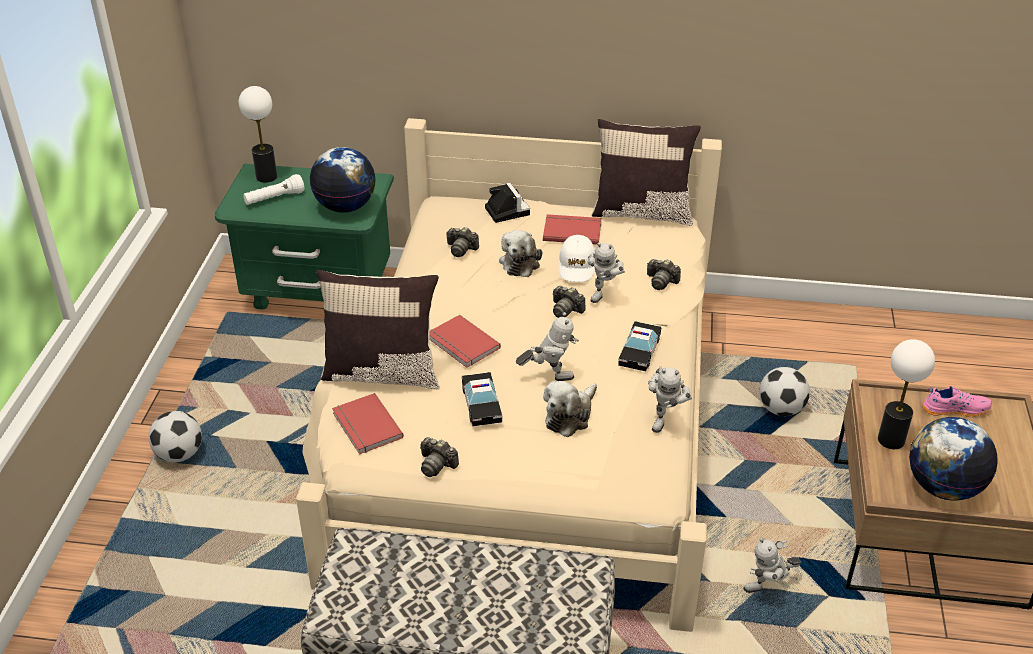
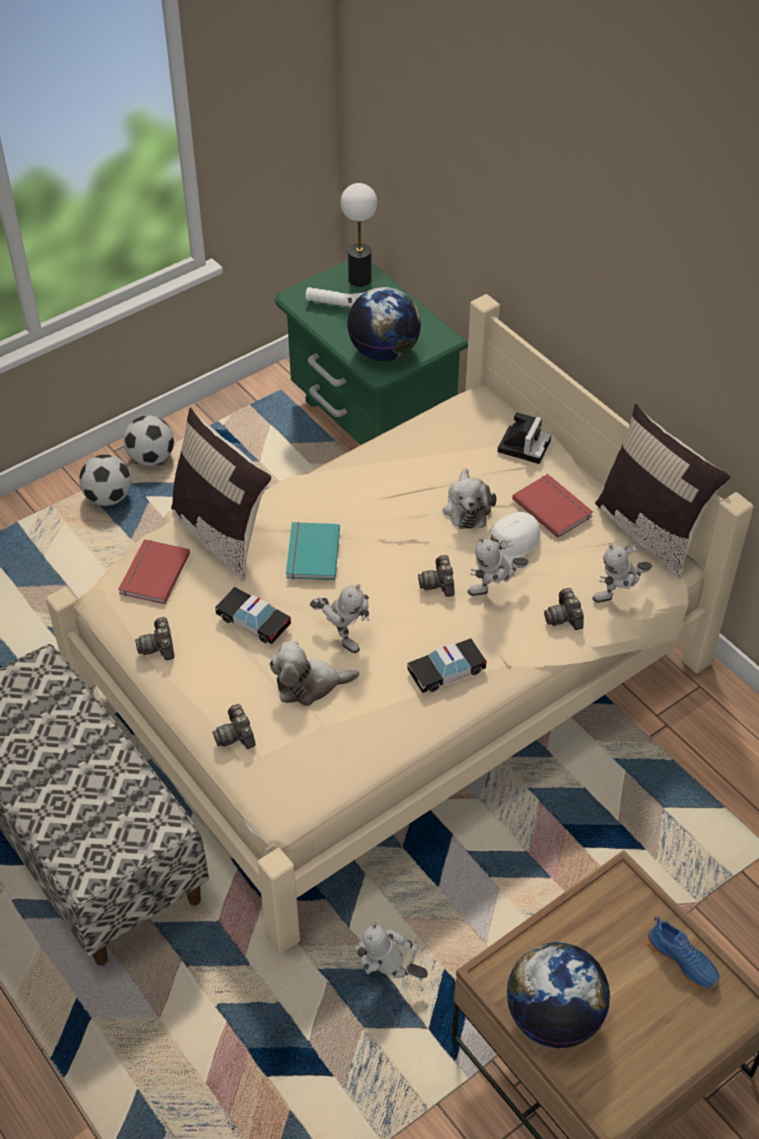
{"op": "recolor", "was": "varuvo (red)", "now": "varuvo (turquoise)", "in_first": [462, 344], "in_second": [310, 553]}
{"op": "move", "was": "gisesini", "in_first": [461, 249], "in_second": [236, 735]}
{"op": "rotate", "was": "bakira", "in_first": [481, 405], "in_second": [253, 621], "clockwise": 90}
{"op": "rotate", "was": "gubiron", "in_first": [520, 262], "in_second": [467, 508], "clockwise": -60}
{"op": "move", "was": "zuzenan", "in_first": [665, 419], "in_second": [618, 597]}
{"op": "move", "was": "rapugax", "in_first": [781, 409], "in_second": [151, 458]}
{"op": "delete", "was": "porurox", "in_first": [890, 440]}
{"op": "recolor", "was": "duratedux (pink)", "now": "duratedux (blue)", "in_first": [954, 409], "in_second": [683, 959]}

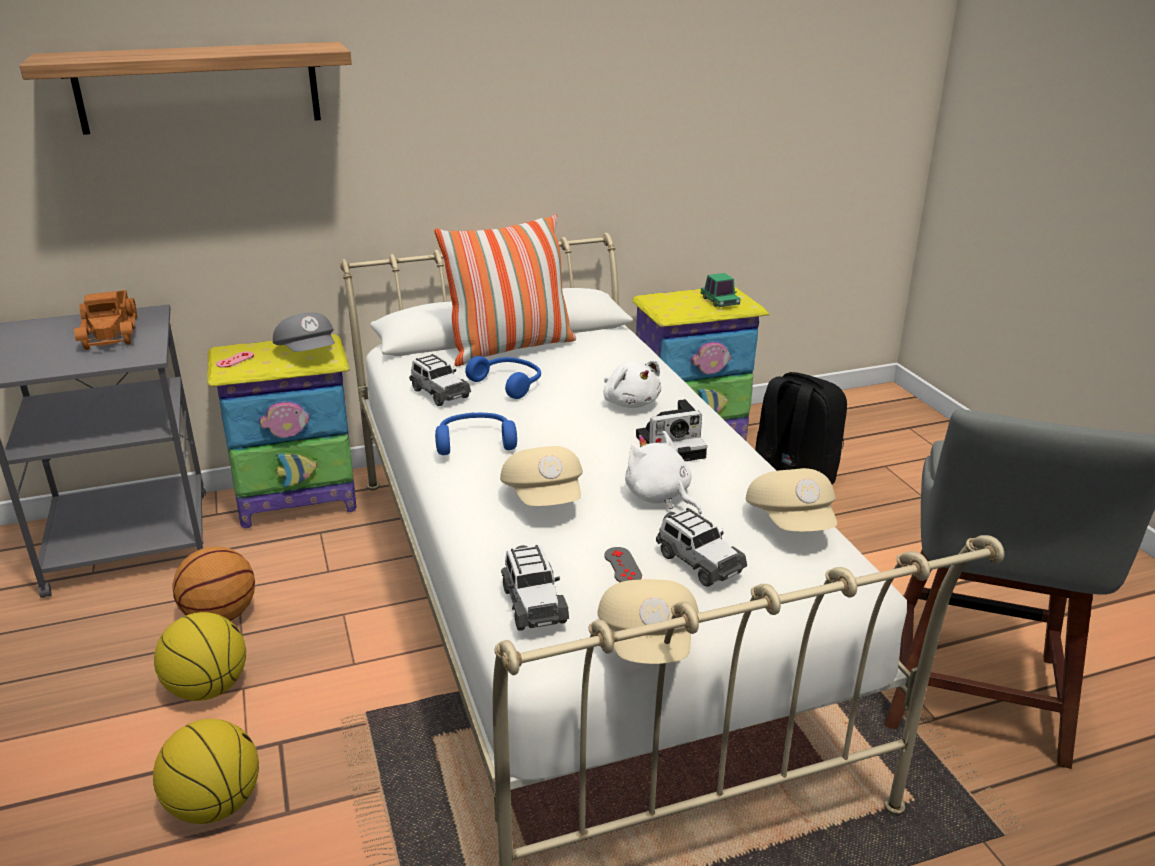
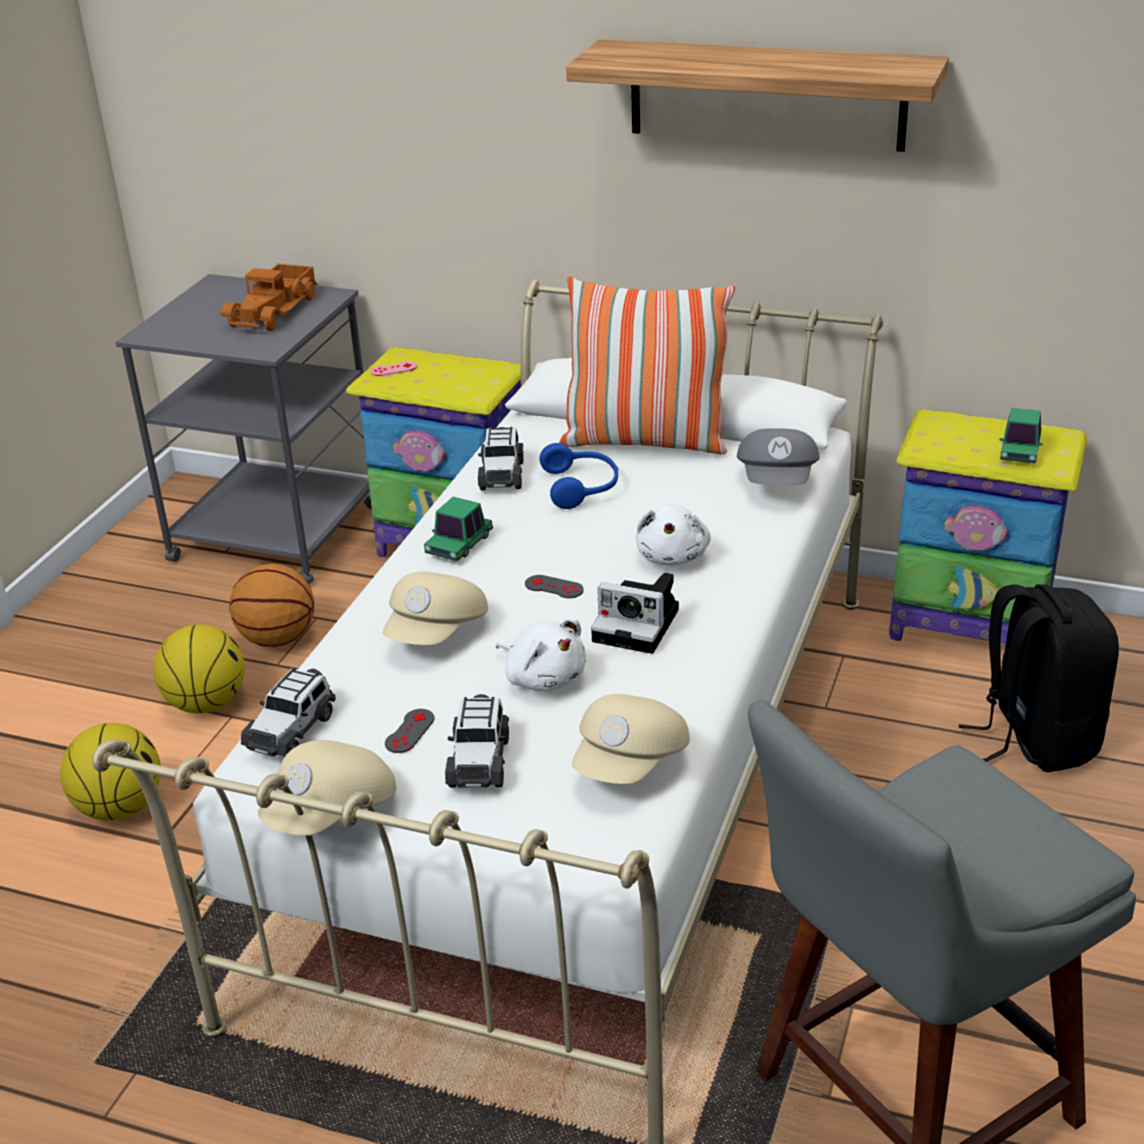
{"op": "move", "was": "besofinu", "in_first": [199, 87], "in_second": [766, 95]}
{"op": "move", "was": "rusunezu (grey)", "in_first": [308, 352], "in_second": [778, 481]}
{"op": "replace", "was": "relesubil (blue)", "now": "bakira", "in_first": [475, 442], "in_second": [459, 545]}
{"op": "rotate", "was": "gubiron (white)", "in_first": [660, 497], "in_second": [543, 677], "clockwise": 135}
{"op": "insert", "now": "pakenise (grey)", "in_second": [554, 587]}

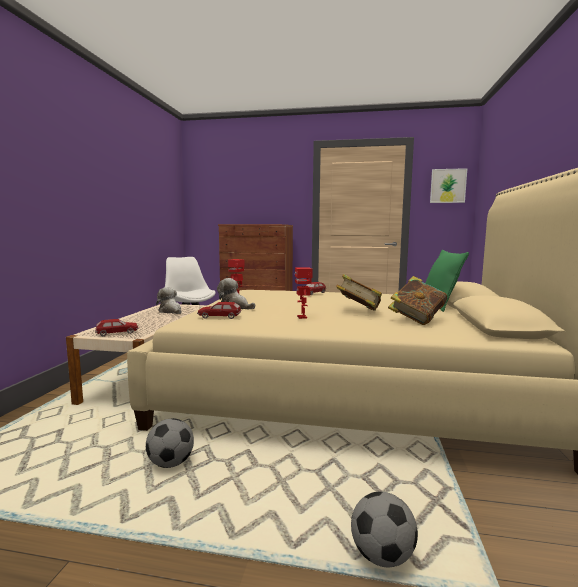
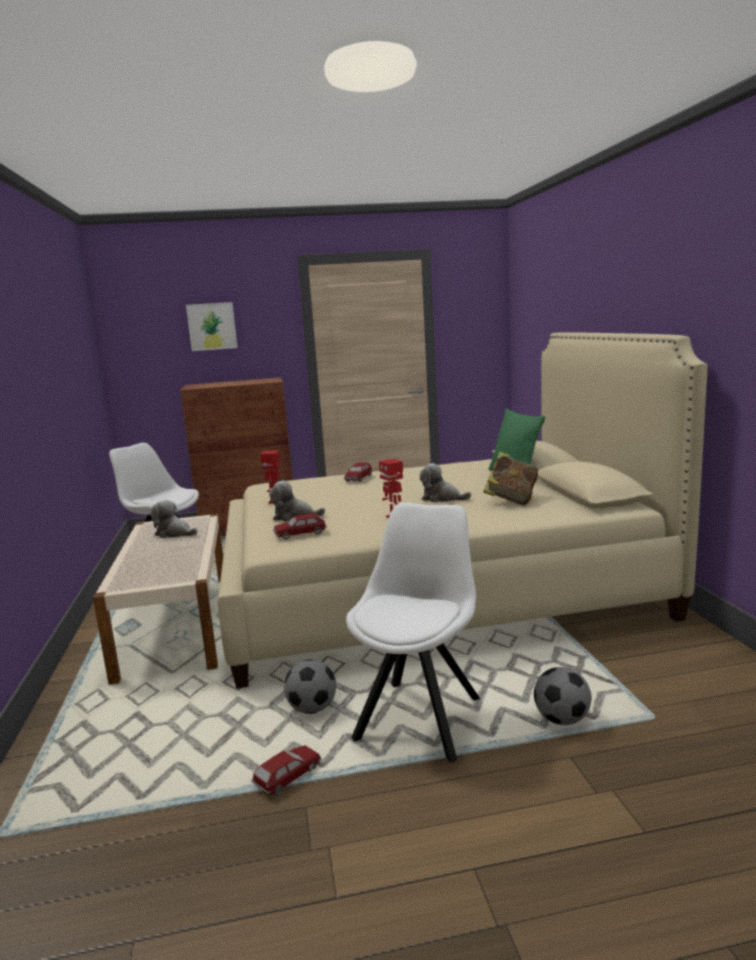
{"op": "move", "was": "bakira", "in_first": [117, 333], "in_second": [288, 776]}
{"op": "replace", "was": "varuvo", "now": "gubiron", "in_first": [358, 311], "in_second": [442, 498]}
{"op": "move", "was": "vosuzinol", "in_first": [448, 186], "in_second": [212, 326]}
{"op": "insert", "now": "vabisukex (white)", "in_second": [420, 718]}

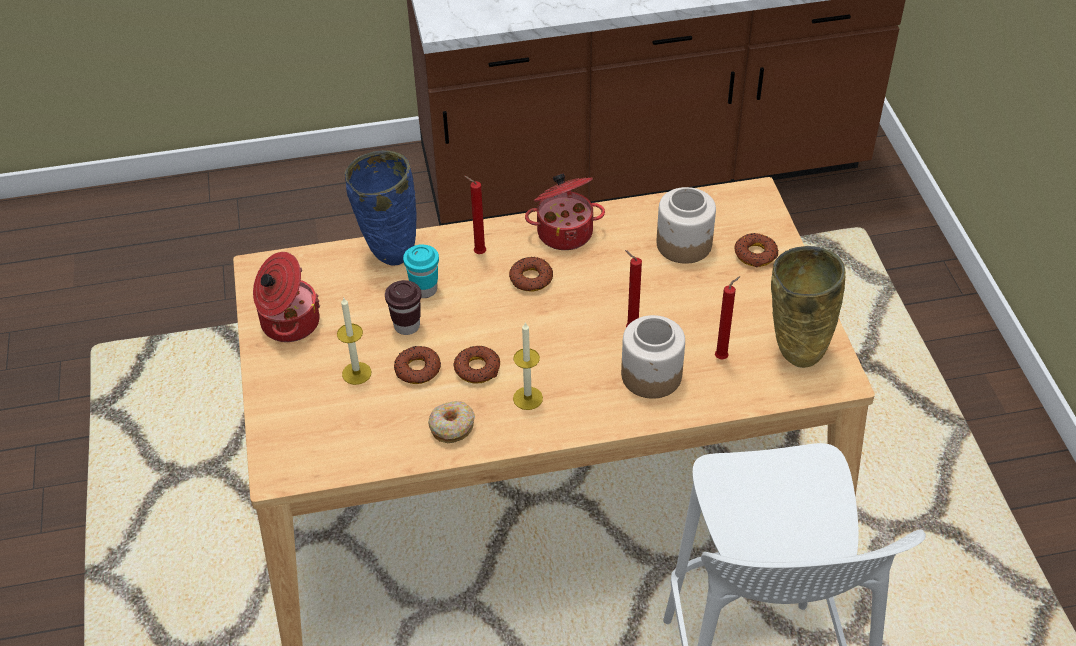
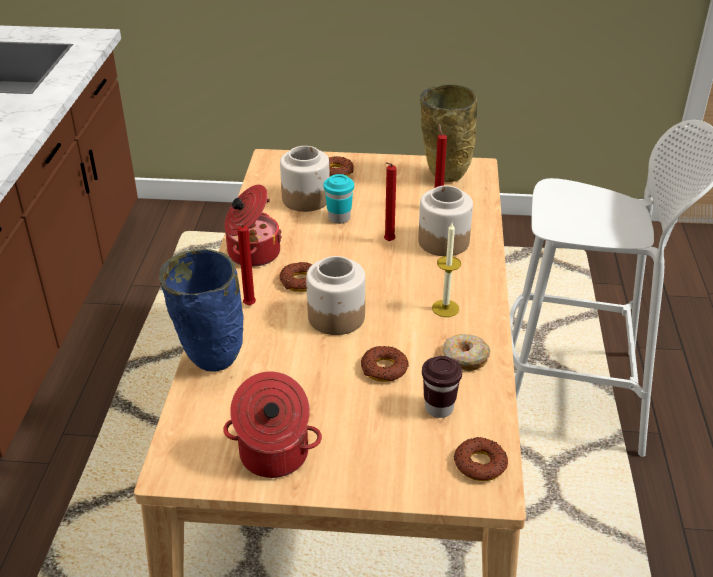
{"op": "delete", "was": "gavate", "in_first": [356, 373]}
{"op": "move", "was": "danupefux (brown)", "in_first": [407, 326], "in_second": [439, 408]}
{"op": "move", "was": "danupefux (turquoise)", "in_first": [424, 290], "in_second": [339, 218]}
{"op": "move", "was": "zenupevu", "in_first": [477, 369], "in_second": [480, 464]}
{"op": "insert", "now": "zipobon", "in_second": [335, 317]}

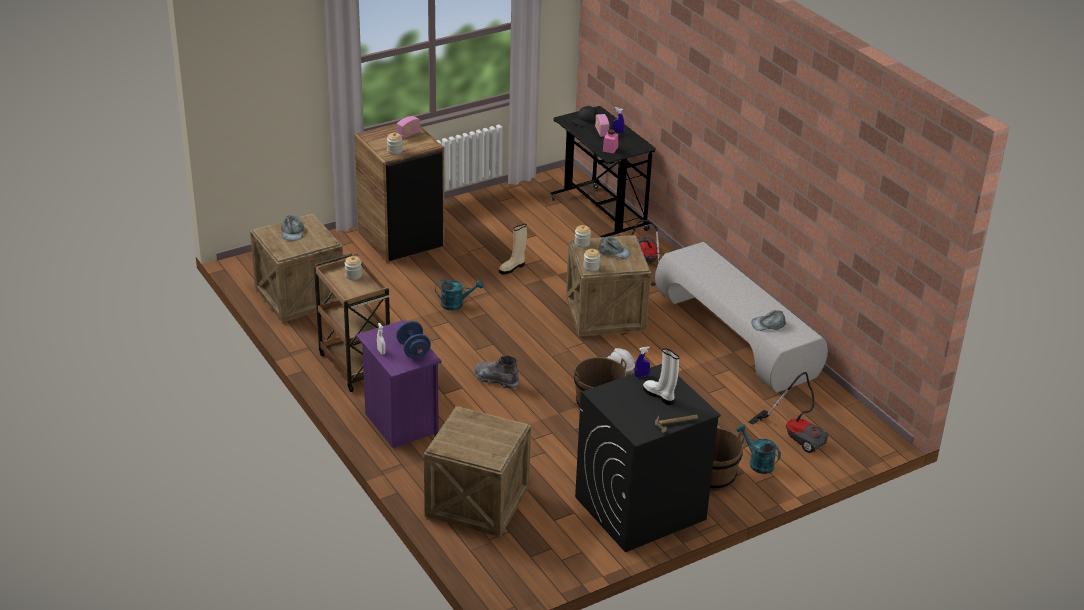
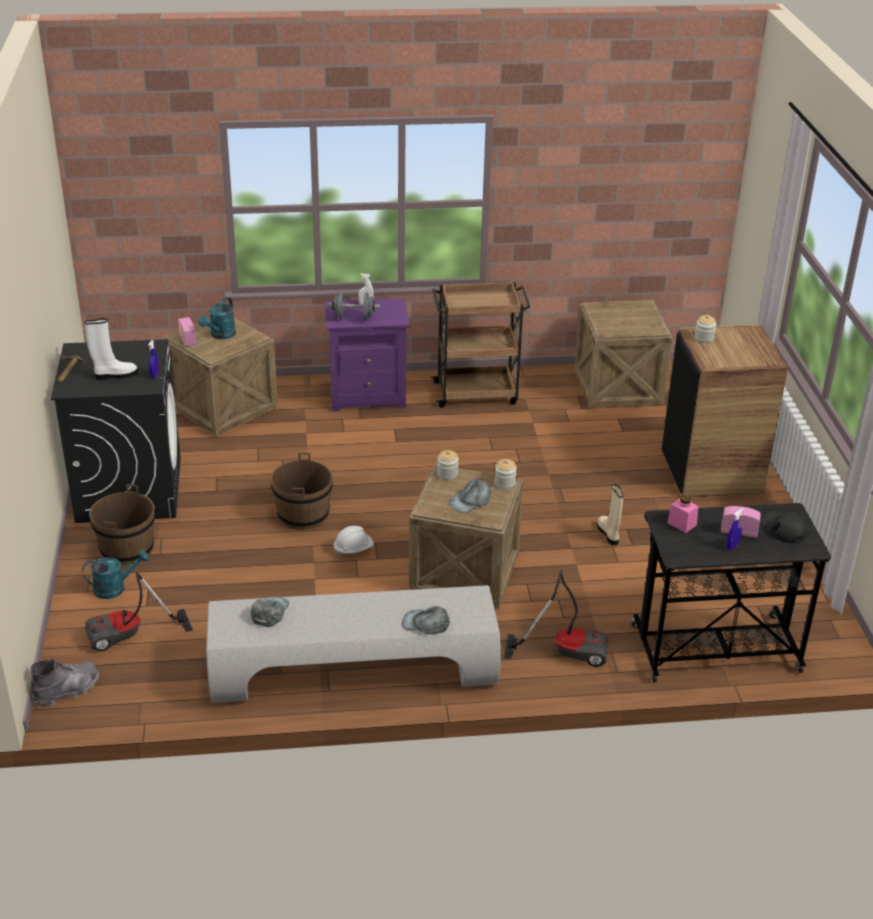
{"op": "move", "was": "rusunezu (grey)", "in_first": [292, 232], "in_second": [426, 624]}
{"op": "delete", "was": "zipobon", "in_first": [353, 275]}
{"op": "recolor", "was": "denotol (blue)", "now": "denotol (grey)", "in_first": [413, 350], "in_second": [354, 318]}
{"op": "move", "was": "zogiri", "in_first": [408, 134], "in_second": [187, 340]}
{"op": "move", "was": "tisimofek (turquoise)", "in_first": [456, 304], "in_second": [220, 335]}
{"op": "move", "was": "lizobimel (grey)", "in_first": [496, 380], "in_second": [67, 690]}

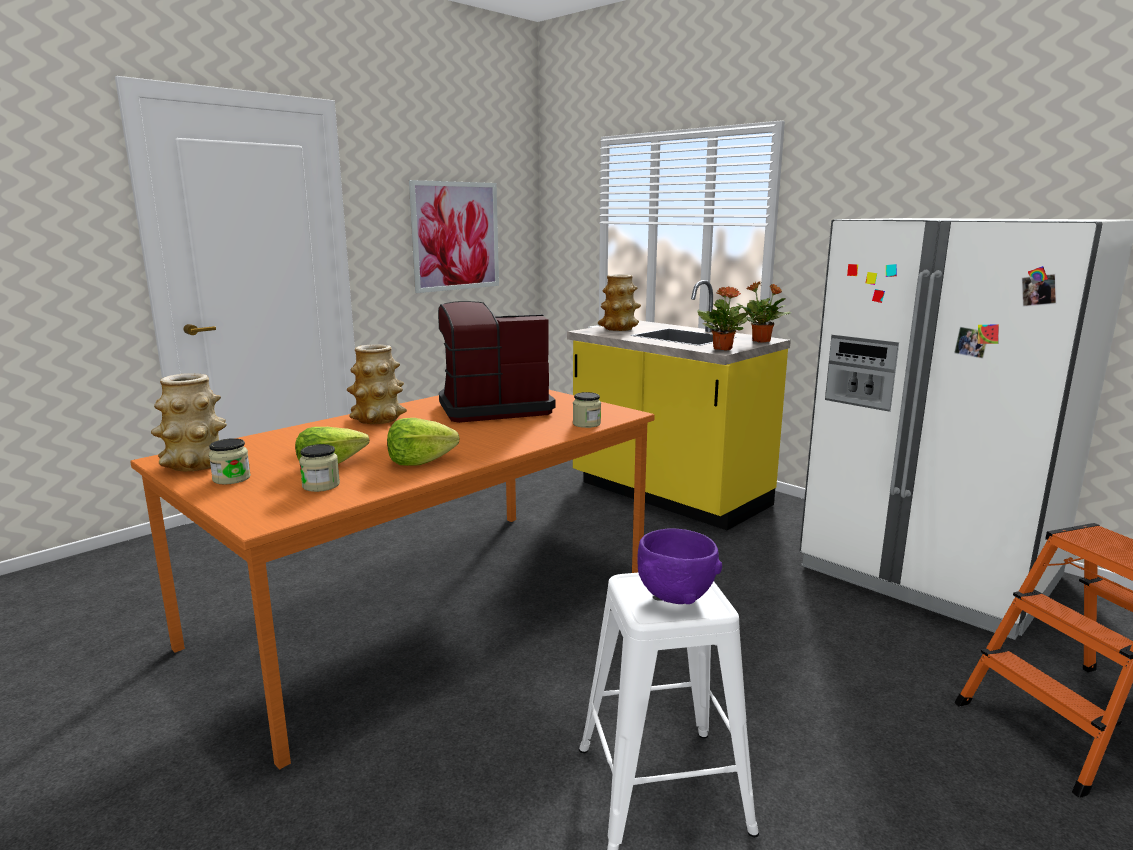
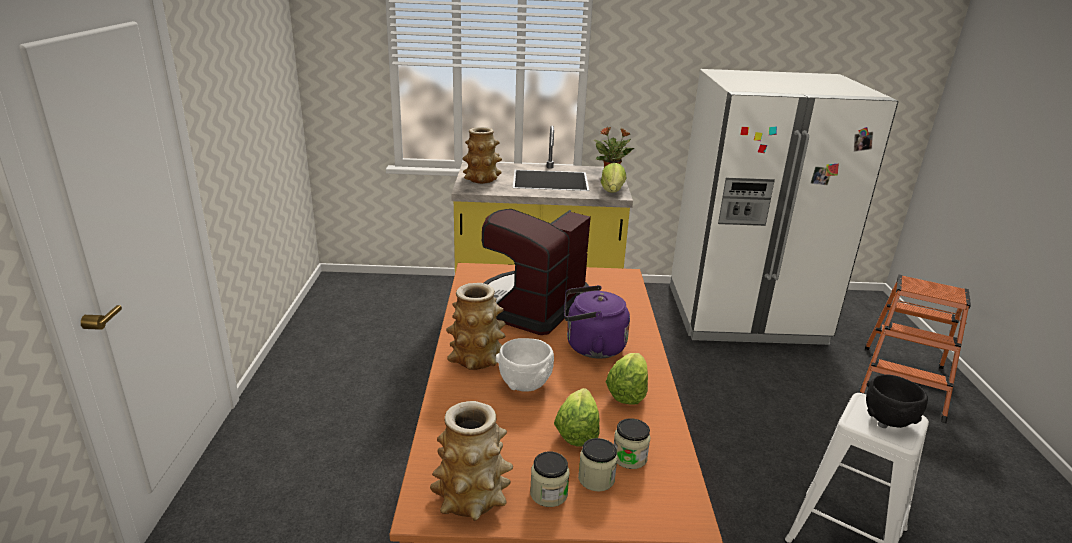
{"op": "delete", "was": "vosuzinol", "in_first": [456, 236]}
{"op": "move", "was": "zipobon", "in_first": [586, 424], "in_second": [596, 479]}
{"op": "recolor", "was": "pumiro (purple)", "now": "pumiro (black)", "in_first": [675, 596], "in_second": [889, 420]}
{"op": "replace", "was": "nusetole", "now": "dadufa", "in_first": [722, 348], "in_second": [612, 191]}
{"op": "insert", "now": "pumiro (white)", "in_second": [525, 384]}
{"op": "insert", "now": "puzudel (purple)", "in_second": [591, 347]}

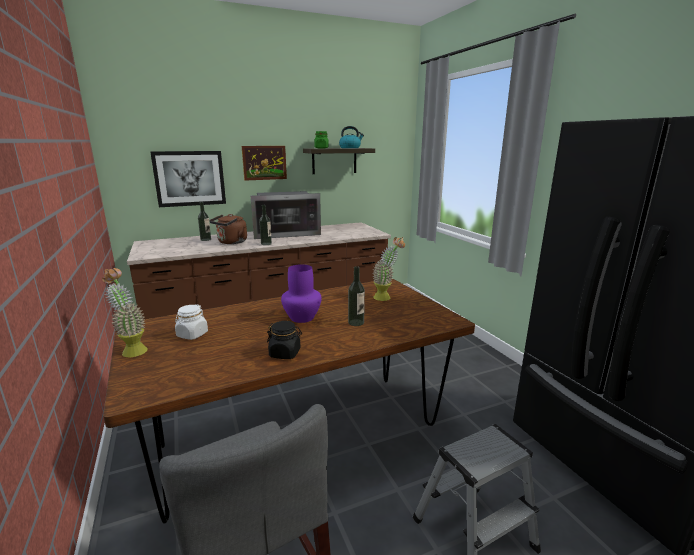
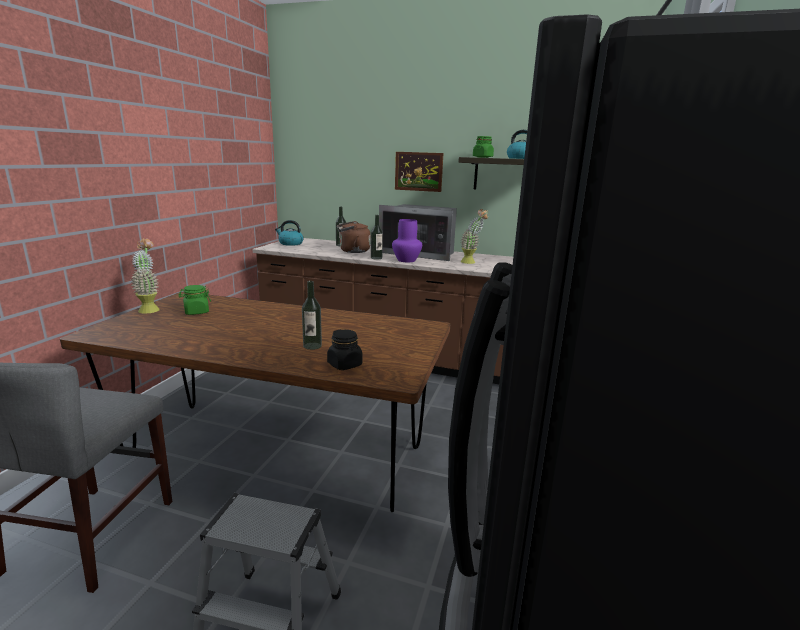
{"op": "delete", "was": "vosuzinol", "in_first": [190, 178]}
{"op": "recolor", "was": "zipobon (white)", "now": "zipobon (green)", "in_first": [192, 334], "in_second": [196, 312]}
{"op": "move", "was": "zipobon (black)", "in_first": [285, 353], "in_second": [345, 365]}
{"op": "move", "was": "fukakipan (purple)", "in_first": [302, 317], "in_second": [407, 260]}
{"op": "move", "was": "nusetole", "in_first": [386, 297], "in_second": [471, 262]}
{"op": "insert", "now": "puzudel", "in_second": [290, 243]}

